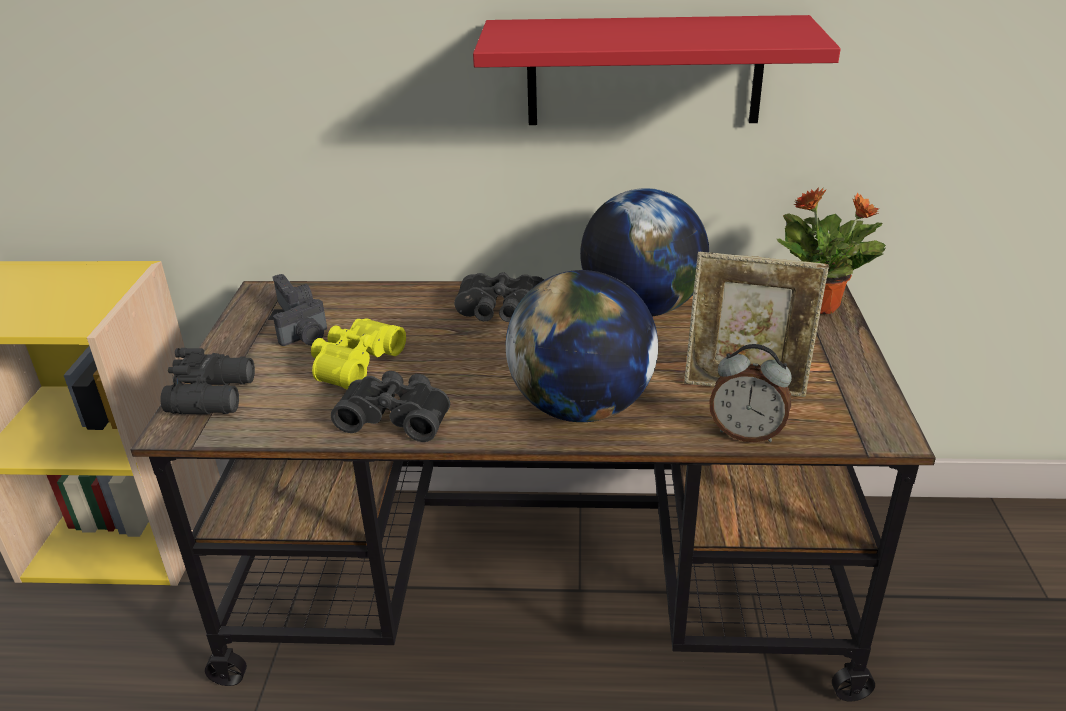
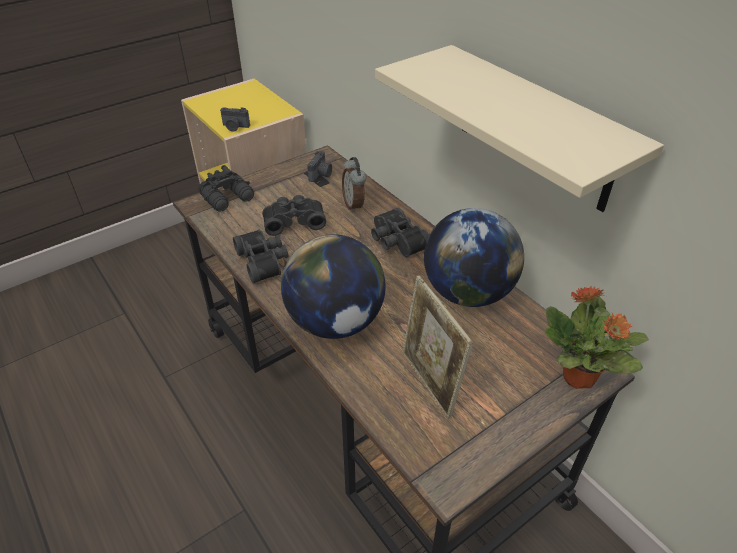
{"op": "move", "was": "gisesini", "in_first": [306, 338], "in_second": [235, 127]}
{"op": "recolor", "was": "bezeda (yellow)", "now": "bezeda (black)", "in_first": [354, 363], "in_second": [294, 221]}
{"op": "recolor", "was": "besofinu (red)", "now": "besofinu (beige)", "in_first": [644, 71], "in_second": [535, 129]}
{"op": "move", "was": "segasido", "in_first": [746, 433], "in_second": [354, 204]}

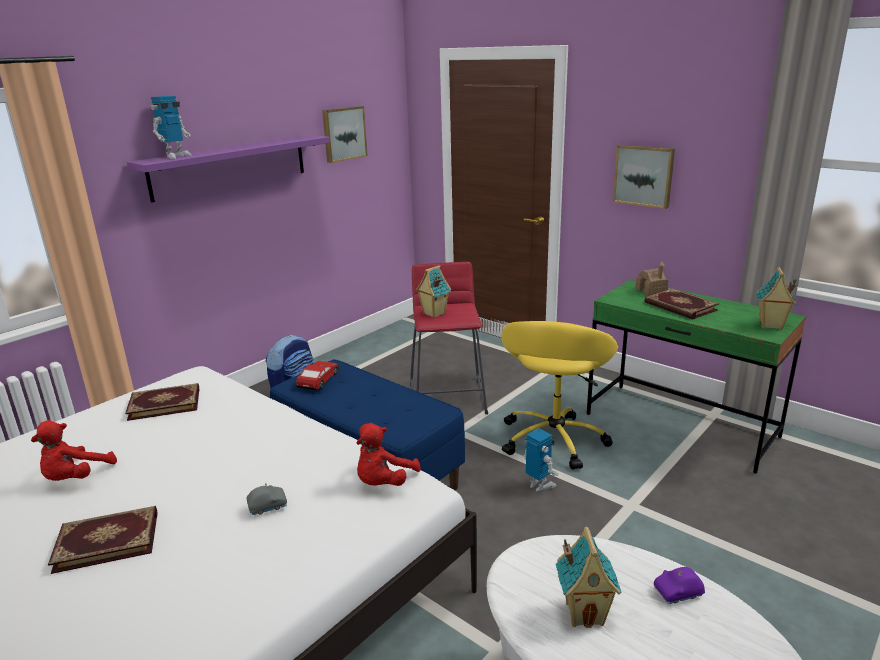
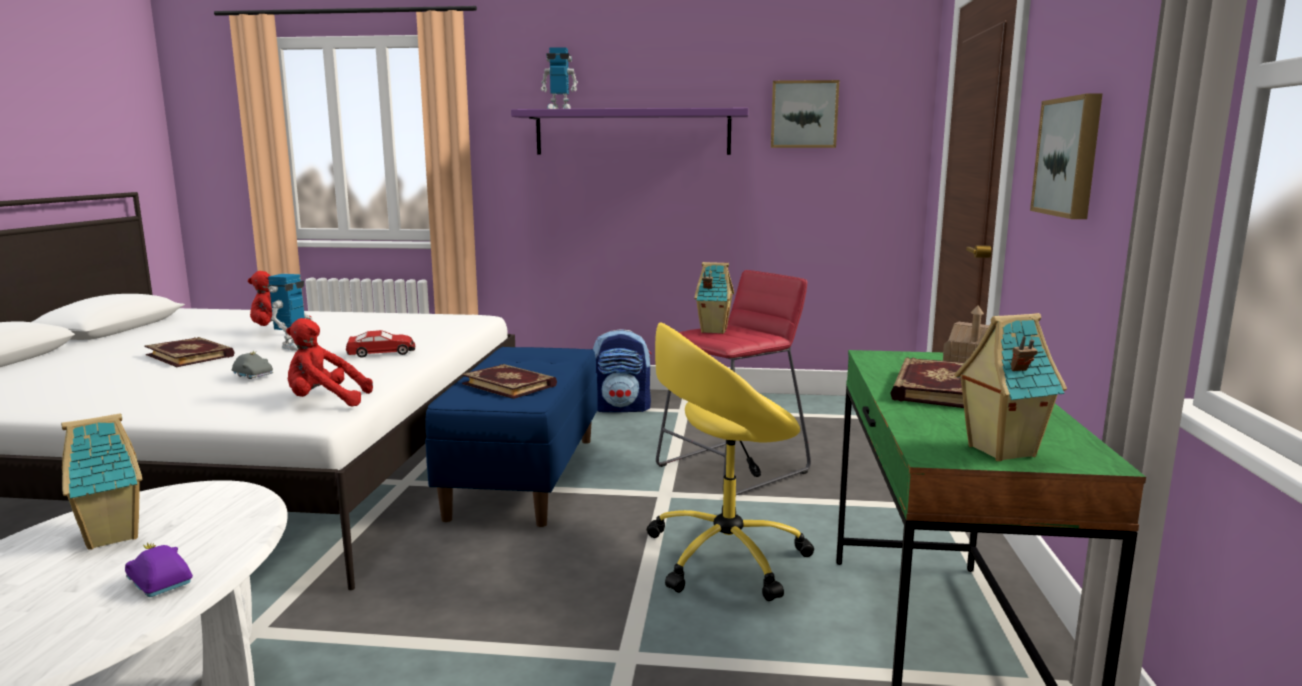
{"op": "move", "was": "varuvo", "in_first": [164, 403], "in_second": [510, 384]}
{"op": "move", "was": "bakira", "in_first": [319, 380], "in_second": [382, 353]}
{"op": "move", "was": "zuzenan", "in_first": [539, 485], "in_second": [294, 346]}

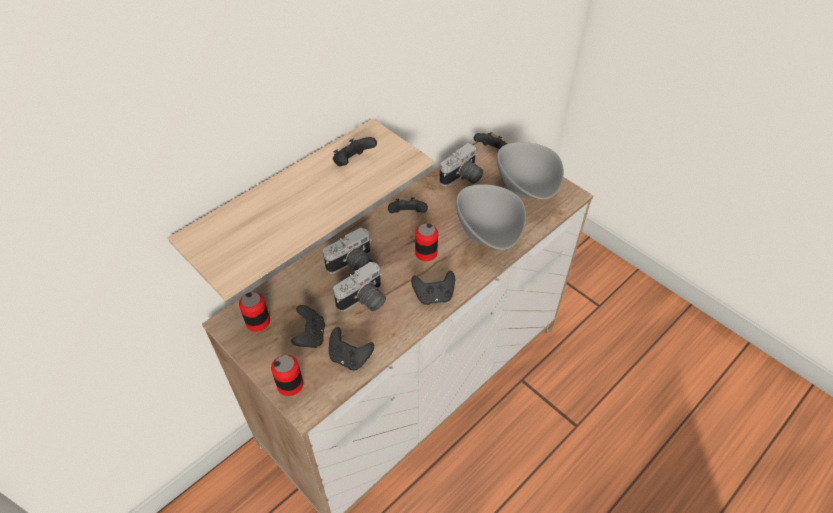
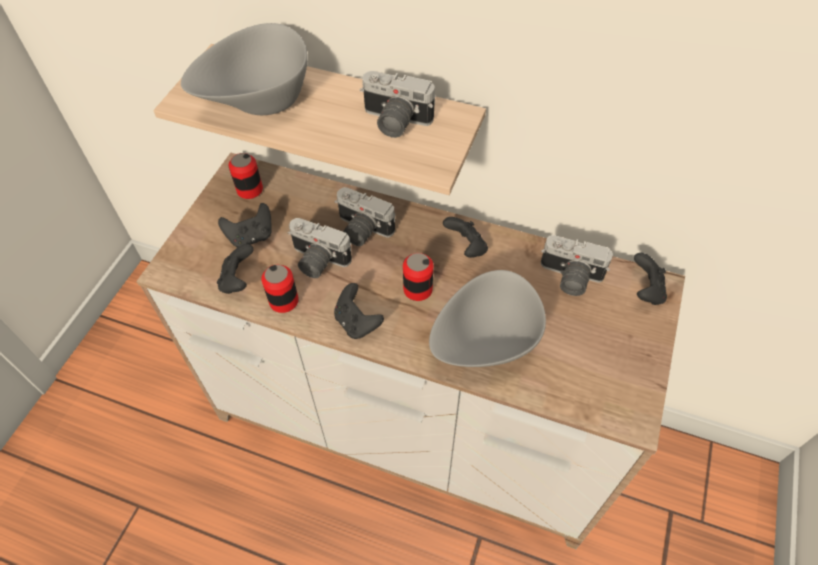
{"op": "move", "was": "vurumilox", "in_first": [290, 385], "in_second": [284, 301]}
{"op": "replace", "was": "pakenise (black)", "now": "gisesini", "in_first": [353, 163], "in_second": [394, 122]}
{"op": "move", "was": "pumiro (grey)", "in_first": [527, 191], "in_second": [258, 103]}

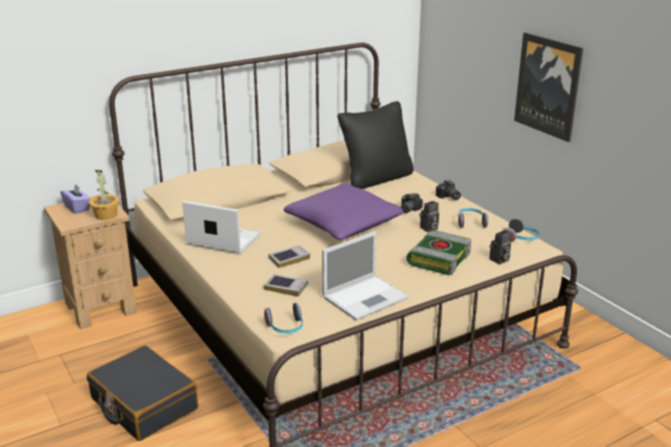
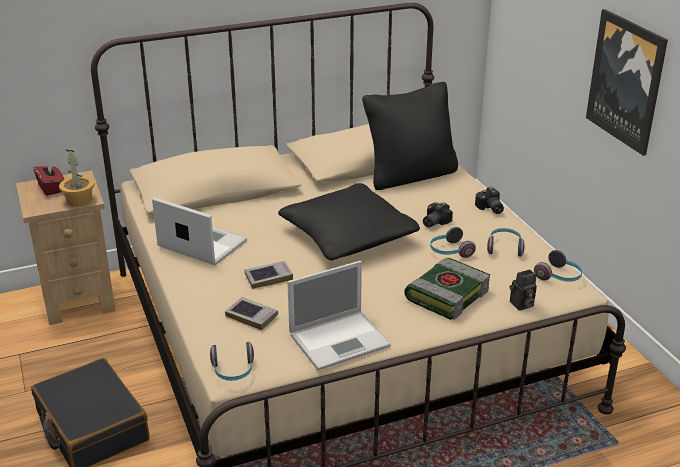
{"op": "recolor", "was": "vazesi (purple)", "now": "vazesi (red)", "in_first": [77, 208], "in_second": [51, 188]}
{"op": "recolor", "was": "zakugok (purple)", "now": "zakugok (black)", "in_first": [343, 225], "in_second": [348, 237]}
{"op": "replace", "was": "gisesini", "now": "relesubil", "in_first": [429, 229], "in_second": [449, 251]}

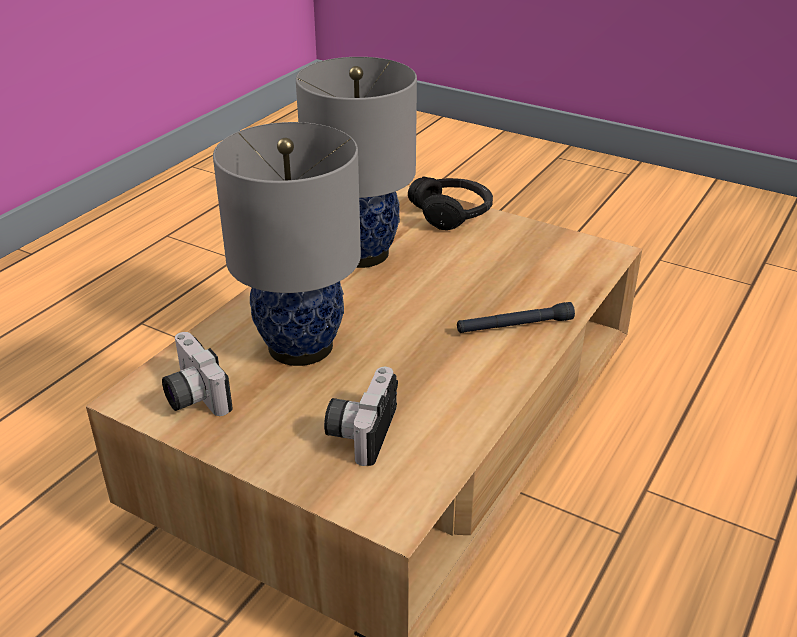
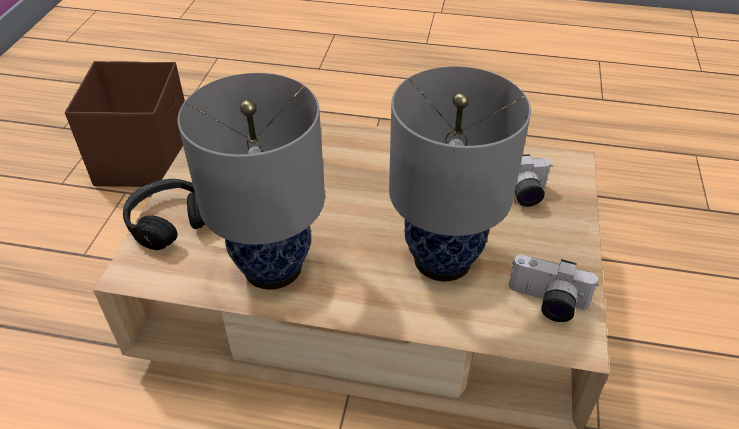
{"op": "rotate", "was": "gisesini", "in_first": [192, 395], "in_second": [546, 303], "clockwise": 75}
{"op": "delete", "was": "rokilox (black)", "in_first": [514, 326]}
{"op": "insert", "now": "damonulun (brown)", "in_second": [146, 159]}

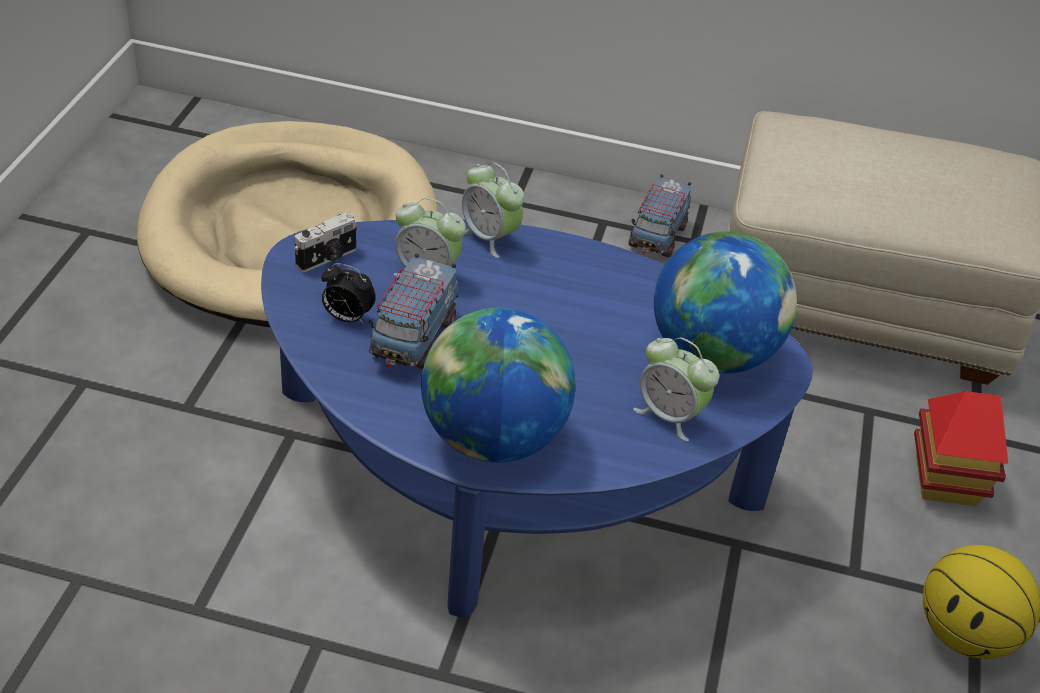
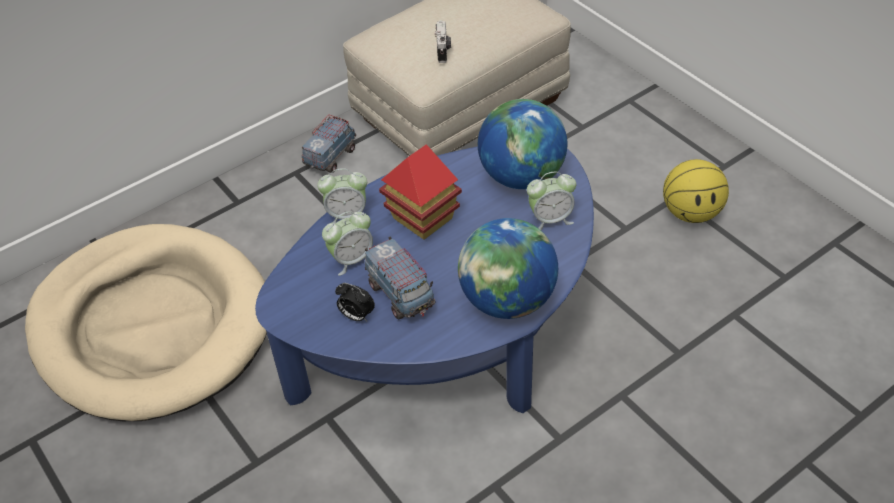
{"op": "move", "was": "gisesini", "in_first": [327, 258], "in_second": [443, 51]}
{"op": "rotate", "was": "segasido", "in_first": [347, 318], "in_second": [356, 316], "clockwise": 60}
{"op": "rotate", "was": "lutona", "in_first": [657, 237], "in_second": [331, 157], "clockwise": -120}
{"op": "move", "was": "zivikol", "in_first": [945, 480], "in_second": [422, 218]}

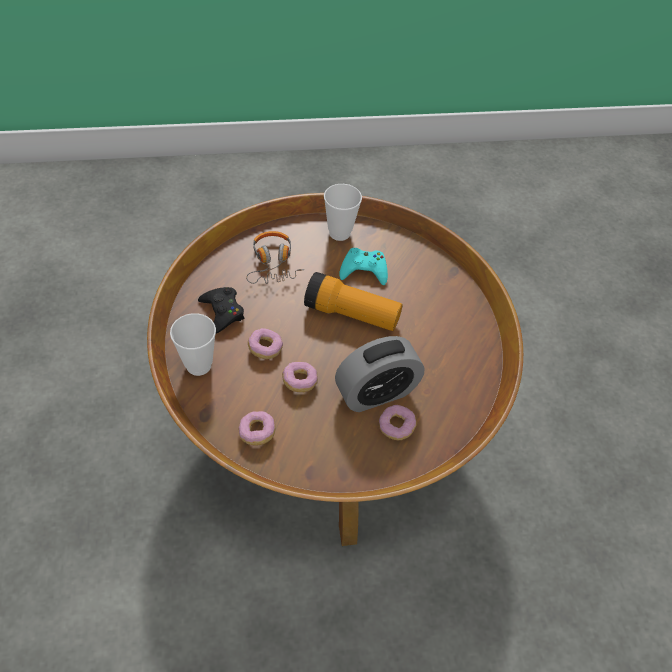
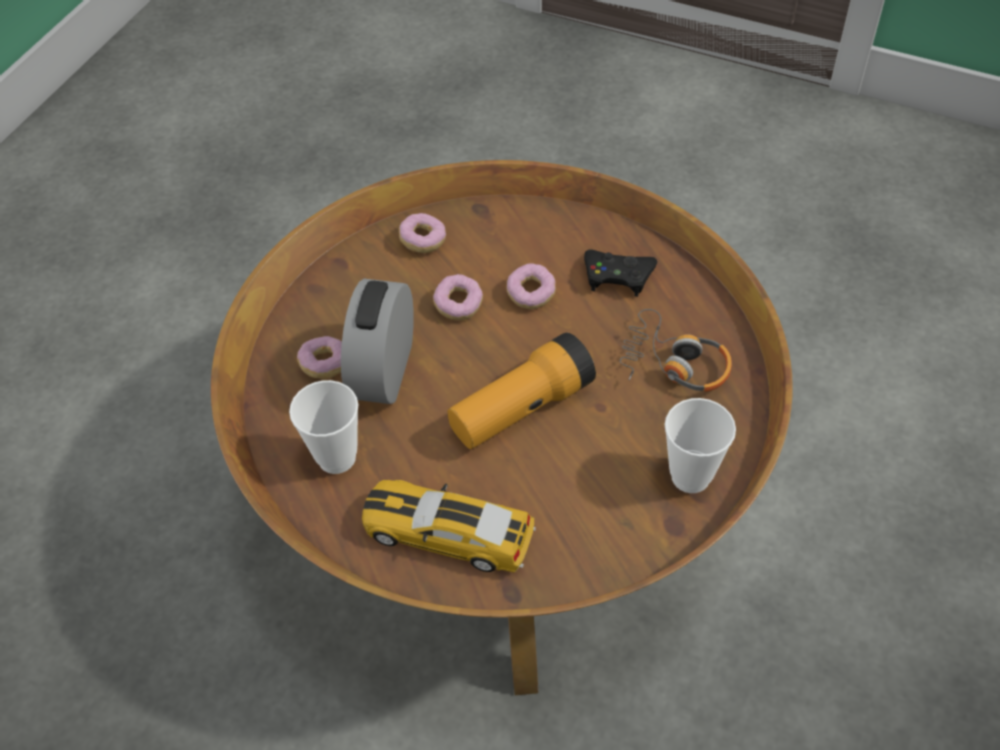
{"op": "move", "was": "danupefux", "in_first": [198, 365], "in_second": [337, 458]}
{"op": "delete", "was": "pakenise (turquoise)", "in_first": [364, 270]}
{"op": "insert", "now": "bakira", "in_second": [447, 533]}

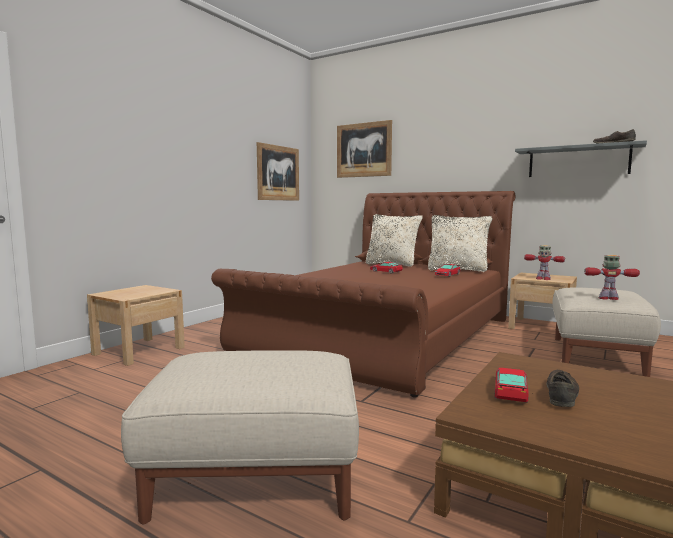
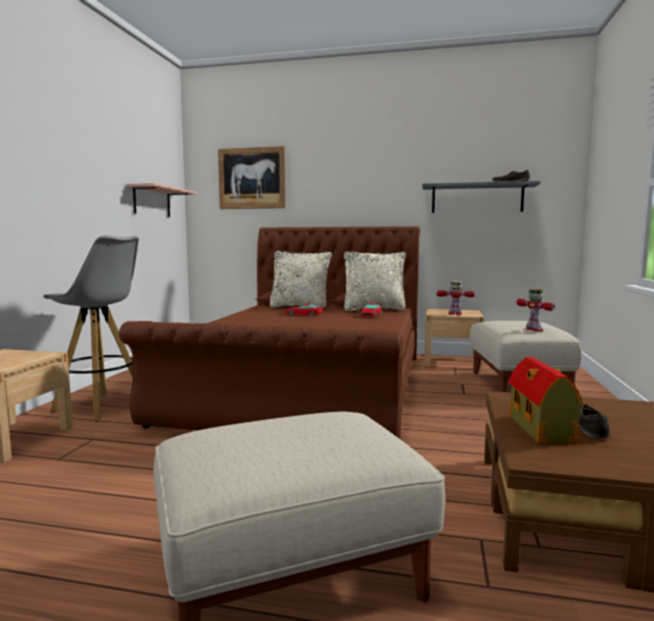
{"op": "replace", "was": "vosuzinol", "now": "besofinu", "in_first": [278, 173], "in_second": [152, 202]}
{"op": "replace", "was": "bakira", "now": "zivikol", "in_first": [511, 391], "in_second": [541, 429]}
{"op": "rotate", "was": "zuzenan", "in_first": [608, 298], "in_second": [534, 330], "clockwise": 75}
{"op": "insert", "now": "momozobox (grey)", "in_second": [101, 407]}

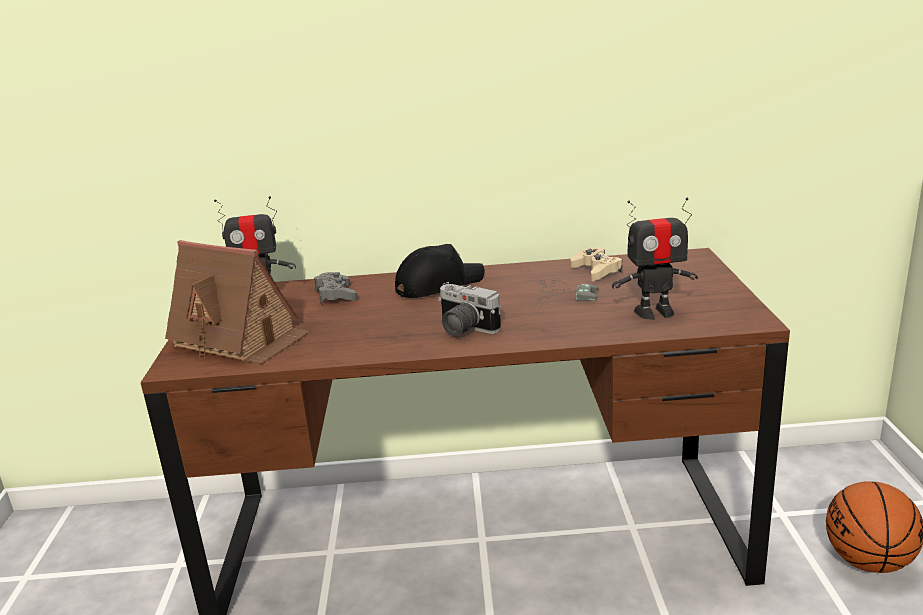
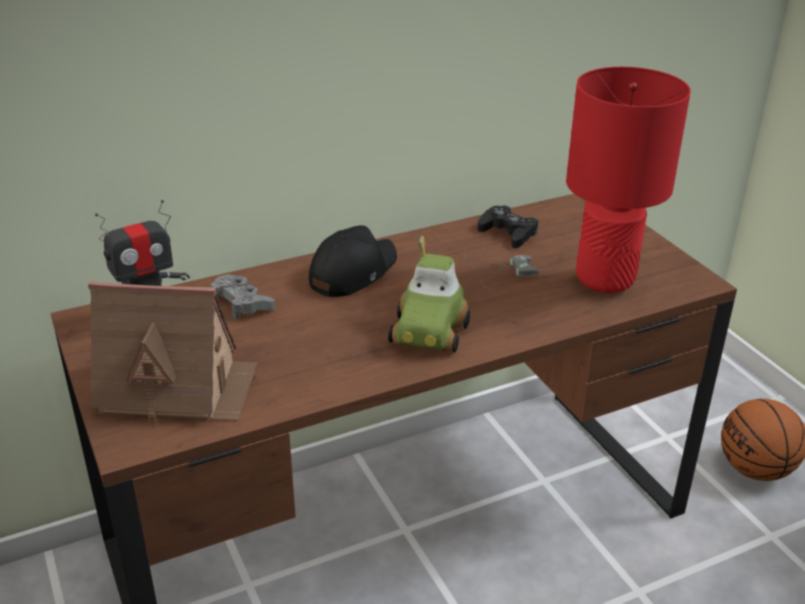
{"op": "replace", "was": "gisesini", "now": "bakira", "in_first": [463, 329], "in_second": [430, 333]}
{"op": "recolor", "was": "pakenise (beige)", "now": "pakenise (black)", "in_first": [596, 271], "in_second": [508, 233]}
{"op": "replace", "was": "zuzenan", "now": "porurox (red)", "in_first": [654, 312], "in_second": [604, 283]}

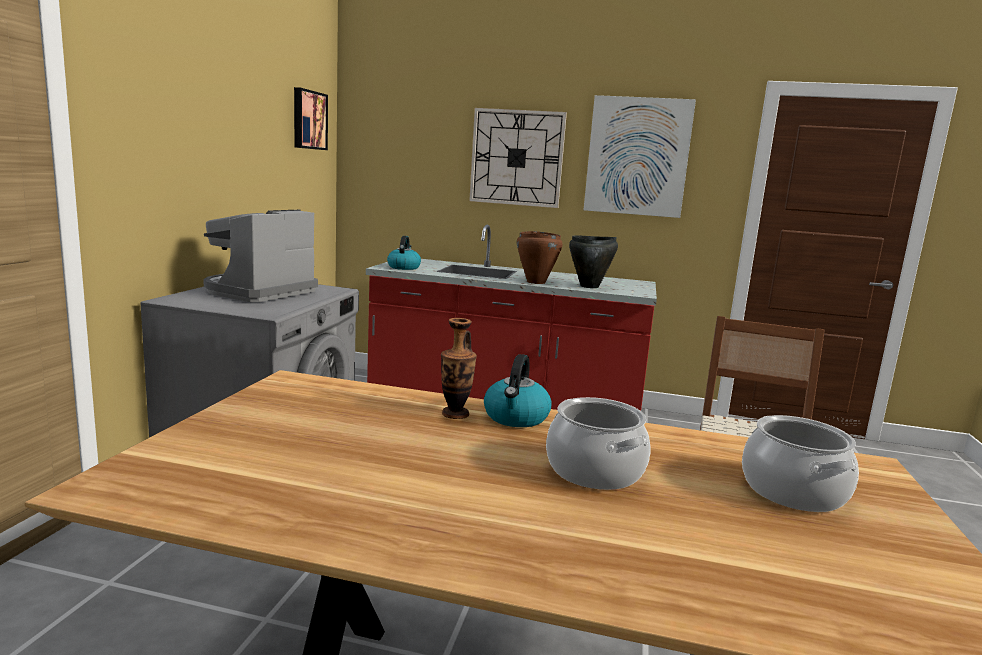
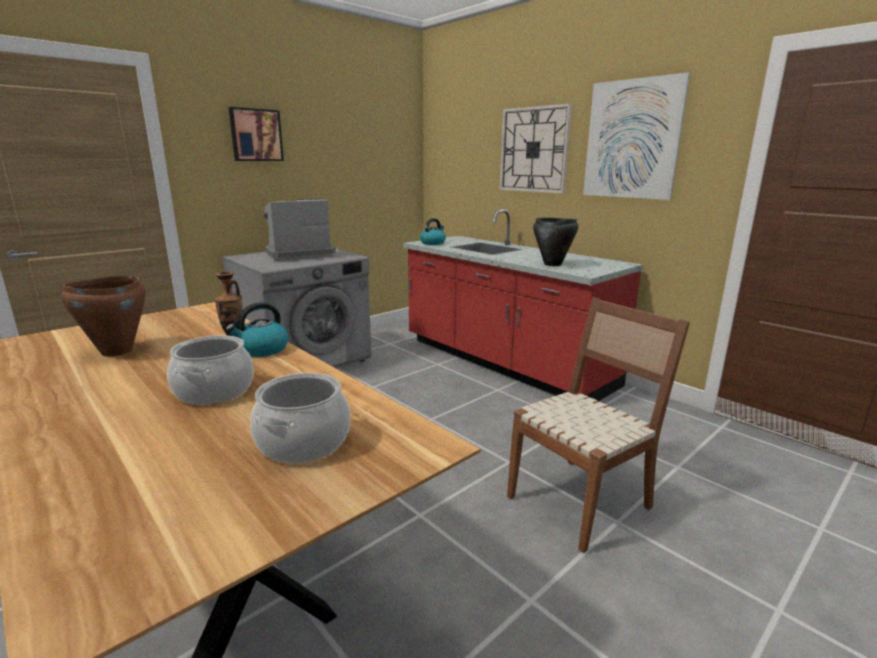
{"op": "move", "was": "vosuzinol", "in_first": [308, 120], "in_second": [256, 135]}
{"op": "move", "was": "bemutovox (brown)", "in_first": [535, 282], "in_second": [116, 351]}

